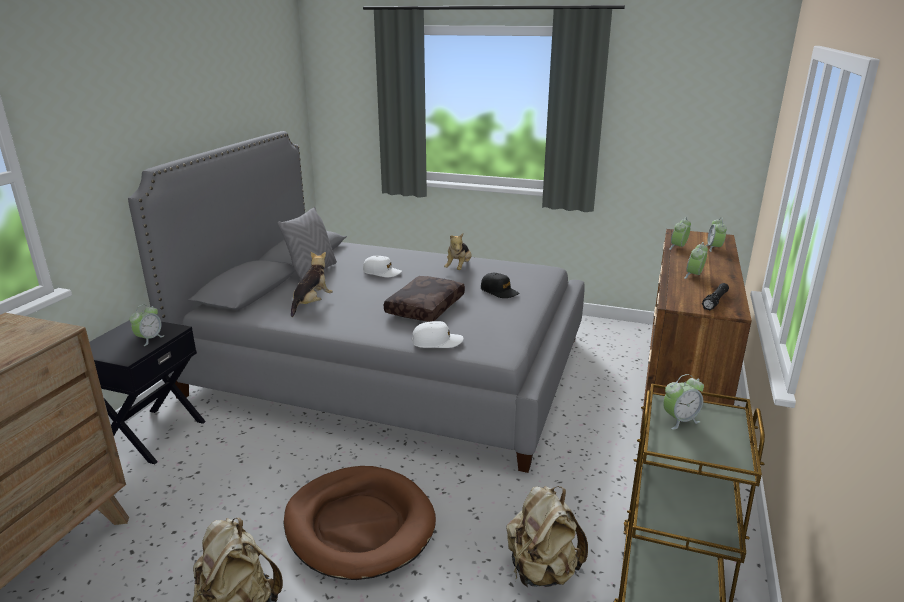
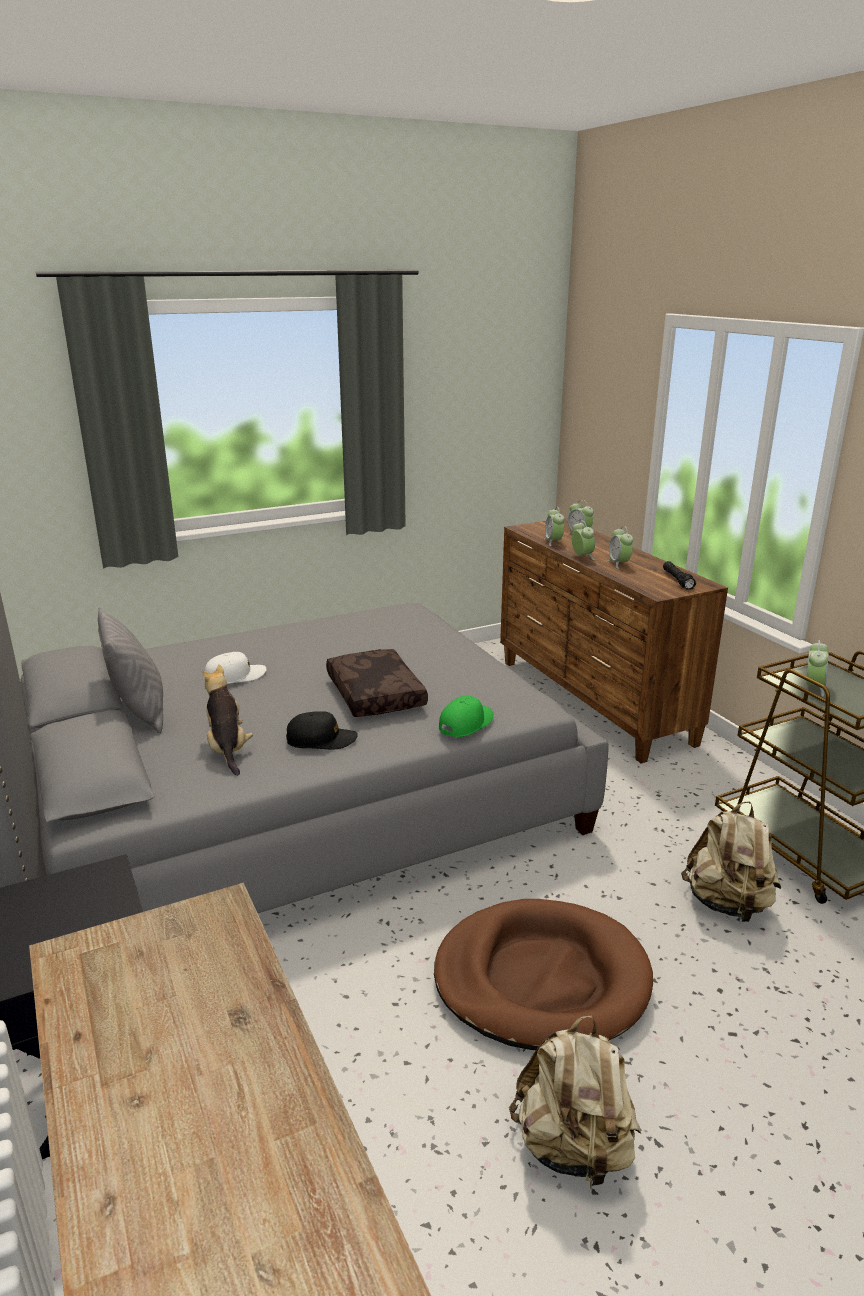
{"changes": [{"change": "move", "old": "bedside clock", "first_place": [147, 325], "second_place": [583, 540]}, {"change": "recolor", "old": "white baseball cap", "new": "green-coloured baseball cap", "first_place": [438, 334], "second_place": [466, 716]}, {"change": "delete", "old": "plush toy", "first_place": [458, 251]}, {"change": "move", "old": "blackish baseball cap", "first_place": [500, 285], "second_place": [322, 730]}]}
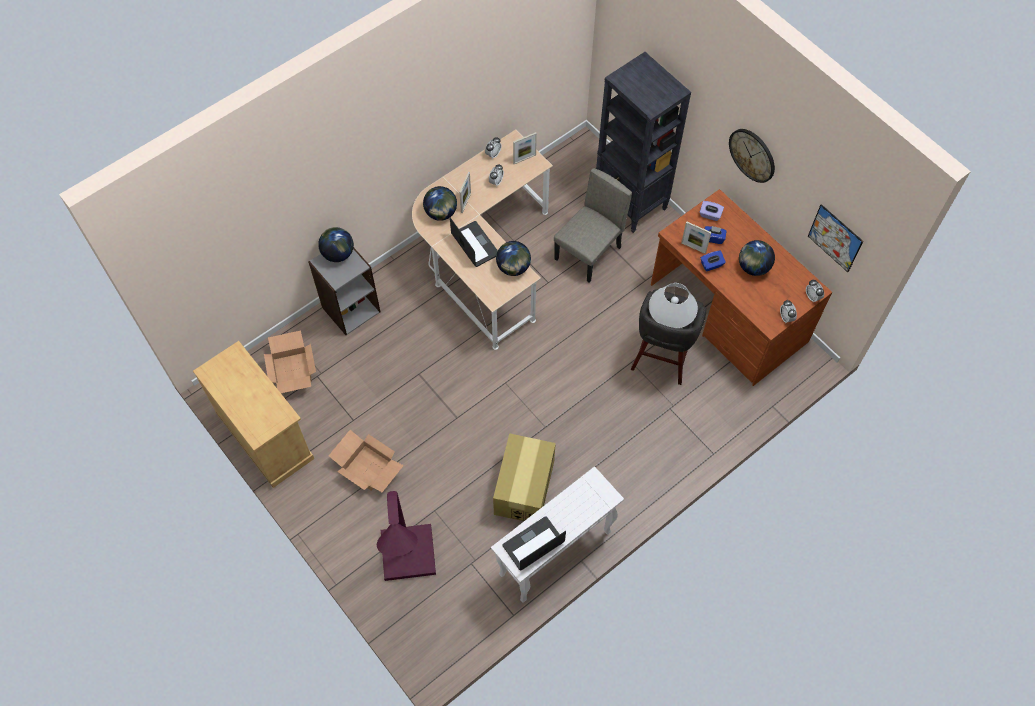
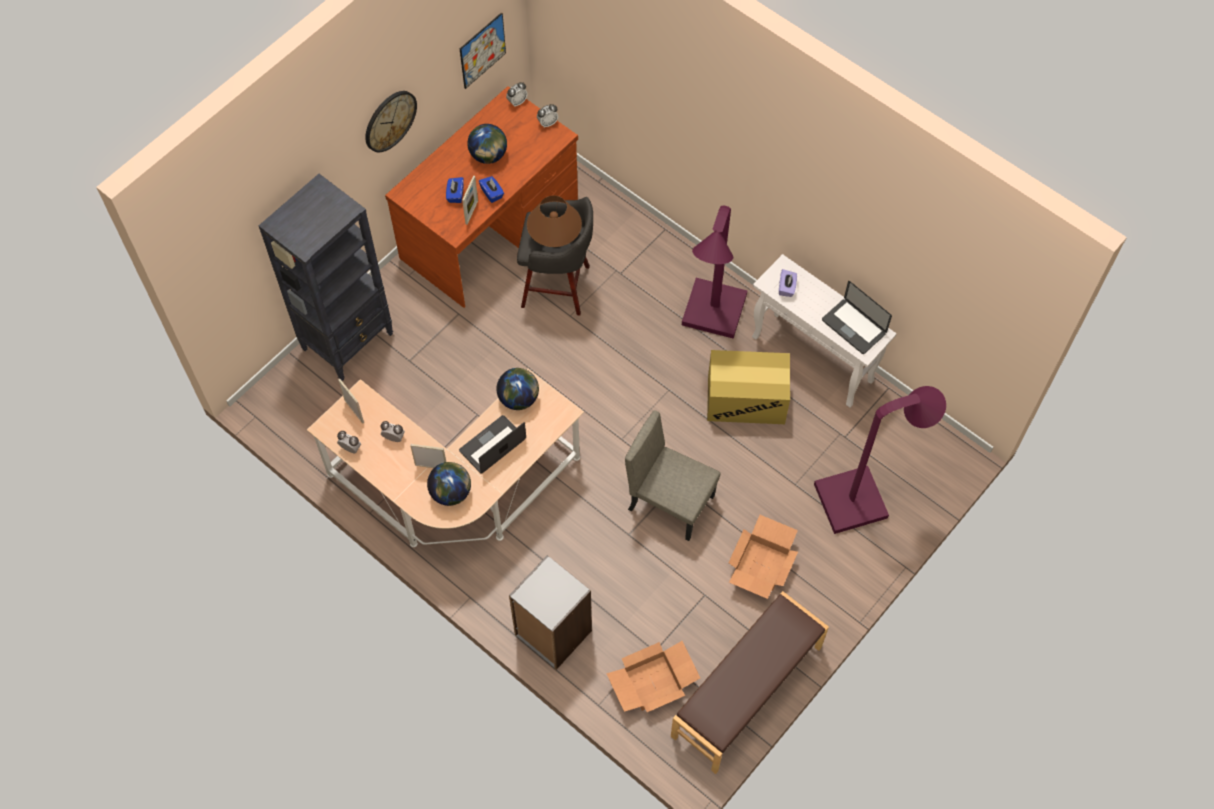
{"changes": [{"change": "replace", "old": "beige-coloured cabinet", "new": "brown long seat", "first_place": [253, 414], "second_place": [750, 682]}, {"change": "delete", "old": "globe", "first_place": [336, 244]}, {"change": "move", "old": "beige-coloured plain chair", "first_place": [593, 225], "second_place": [672, 475]}, {"change": "recolor", "old": "white table lamp", "new": "brown table lamp", "first_place": [673, 305], "second_place": [554, 221]}, {"change": "move", "old": "purple tissue holder", "first_place": [712, 211], "second_place": [788, 283]}, {"change": "insert", "new": "purple floor lamp", "second_place": [714, 272]}]}
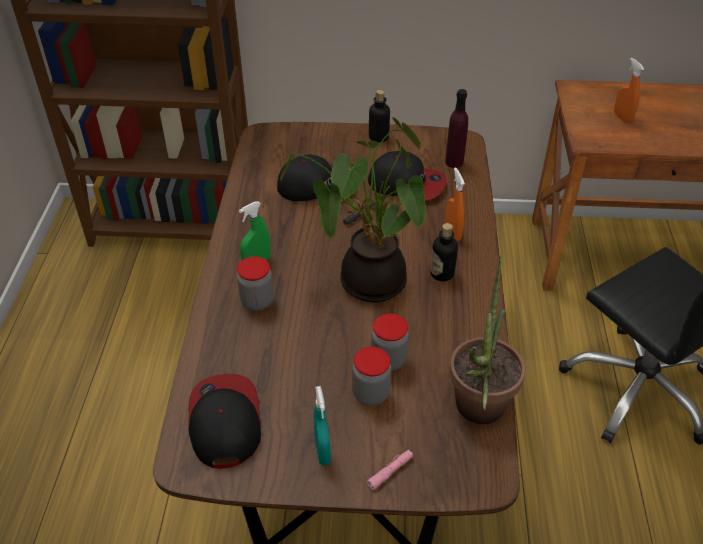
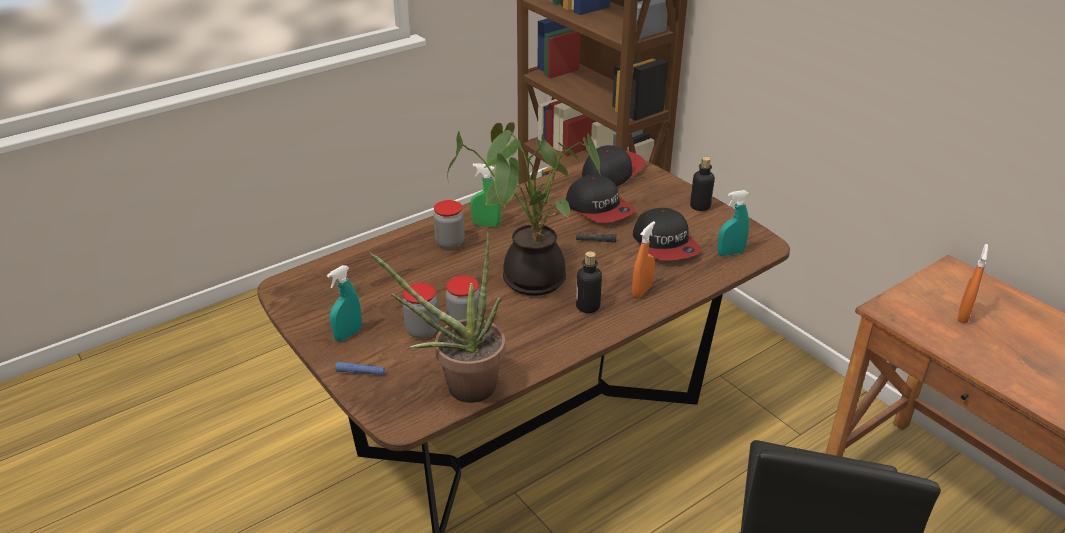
{"changes": [{"change": "move", "old": "baseball cap", "first_place": [225, 421], "second_place": [614, 165]}, {"change": "recolor", "old": "pink-coloured flashlight", "new": "bluish flashlight", "first_place": [390, 470], "second_place": [360, 368]}, {"change": "replace", "old": "purple drink bottle", "new": "turquoise-coloured spray bottle", "first_place": [456, 128], "second_place": [733, 223]}]}
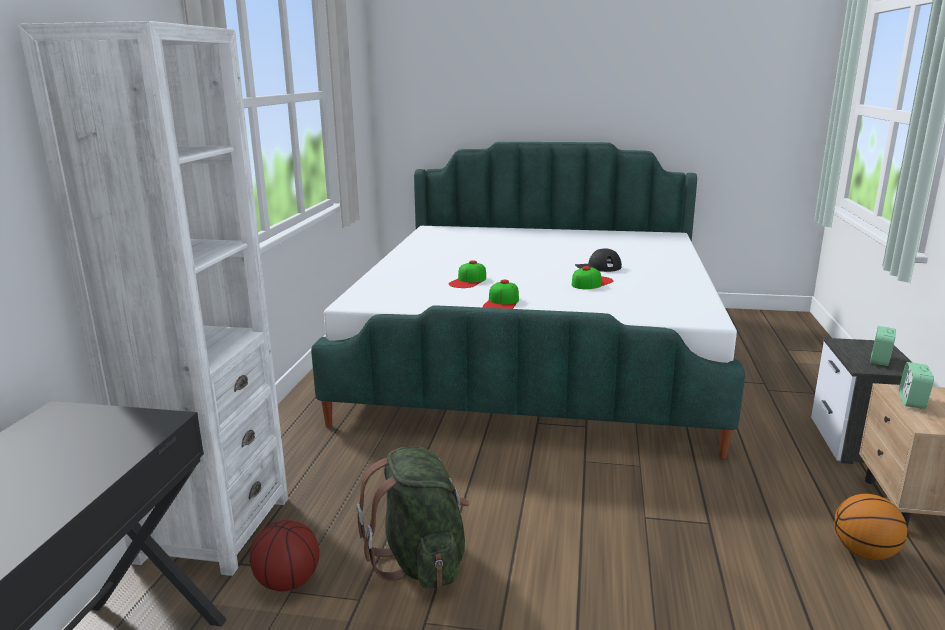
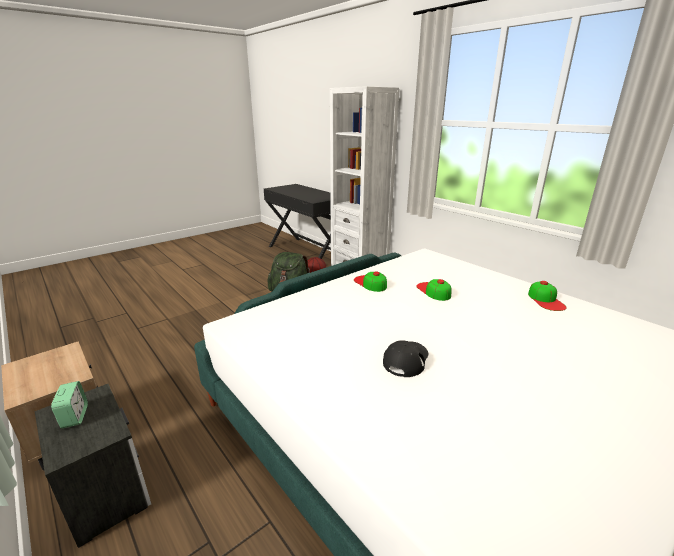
{"changes": [{"change": "move", "old": "baseball cap", "first_place": [592, 277], "second_place": [547, 296]}, {"change": "delete", "old": "basketball", "first_place": [870, 527]}, {"change": "delete", "old": "bedside clock", "first_place": [916, 385]}]}
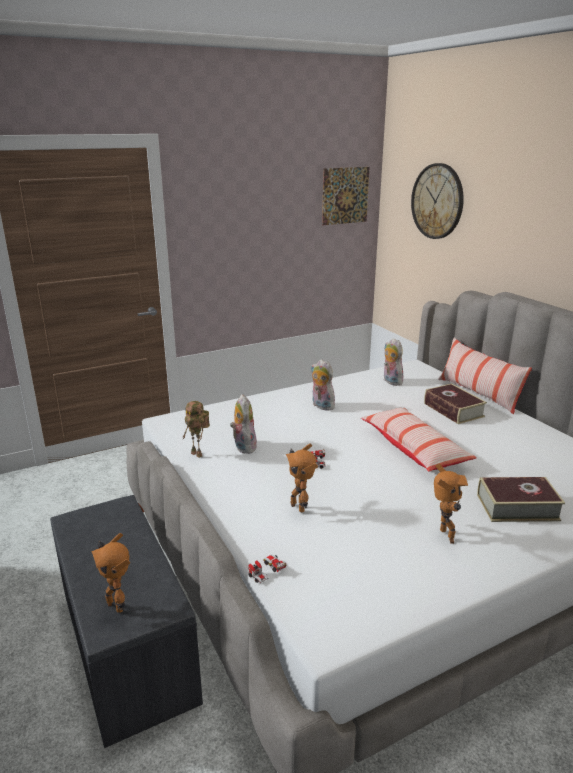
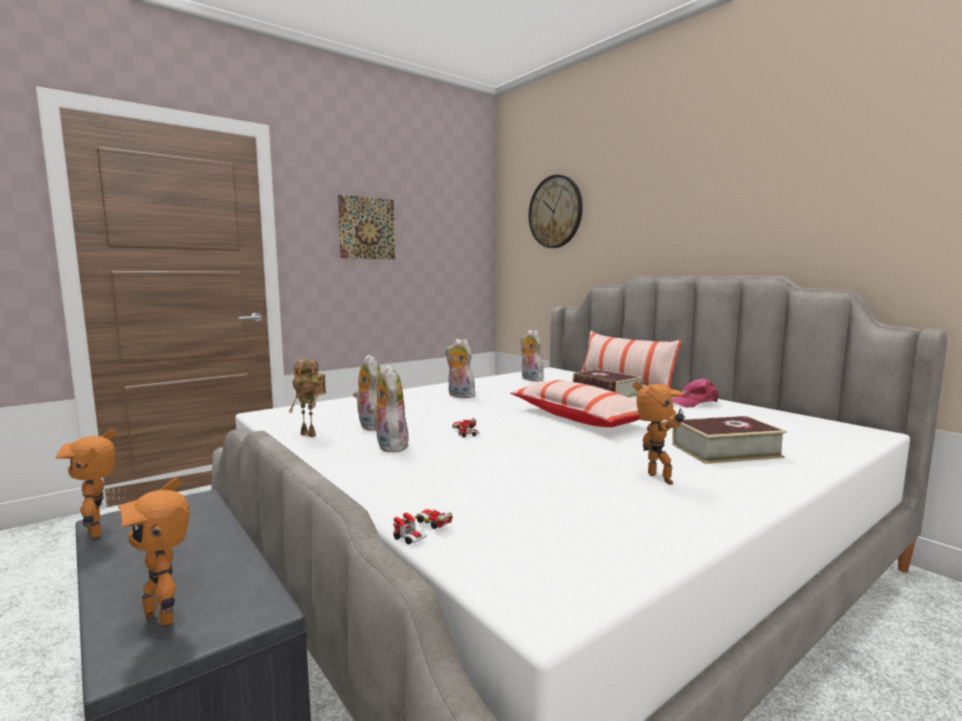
{"changes": [{"change": "move", "old": "model robot", "first_place": [302, 478], "second_place": [87, 484]}, {"change": "move", "old": "wall art", "first_place": [346, 196], "second_place": [366, 227]}, {"change": "insert", "new": "plush toy", "second_place": [390, 408]}, {"change": "insert", "new": "pink-coloured baseball cap", "second_place": [695, 393]}]}
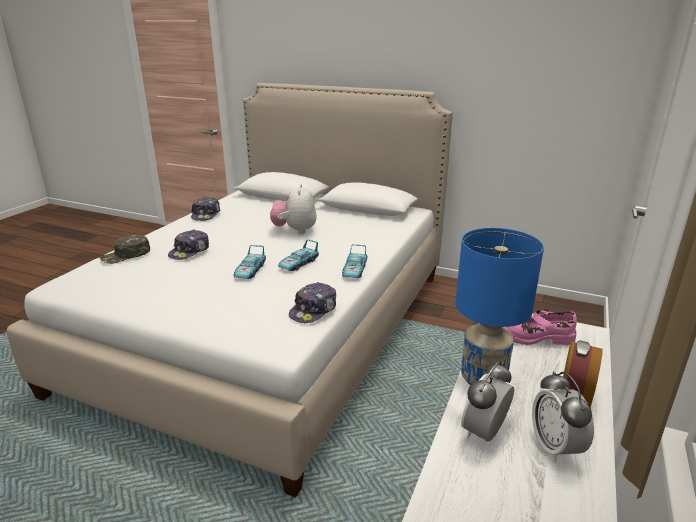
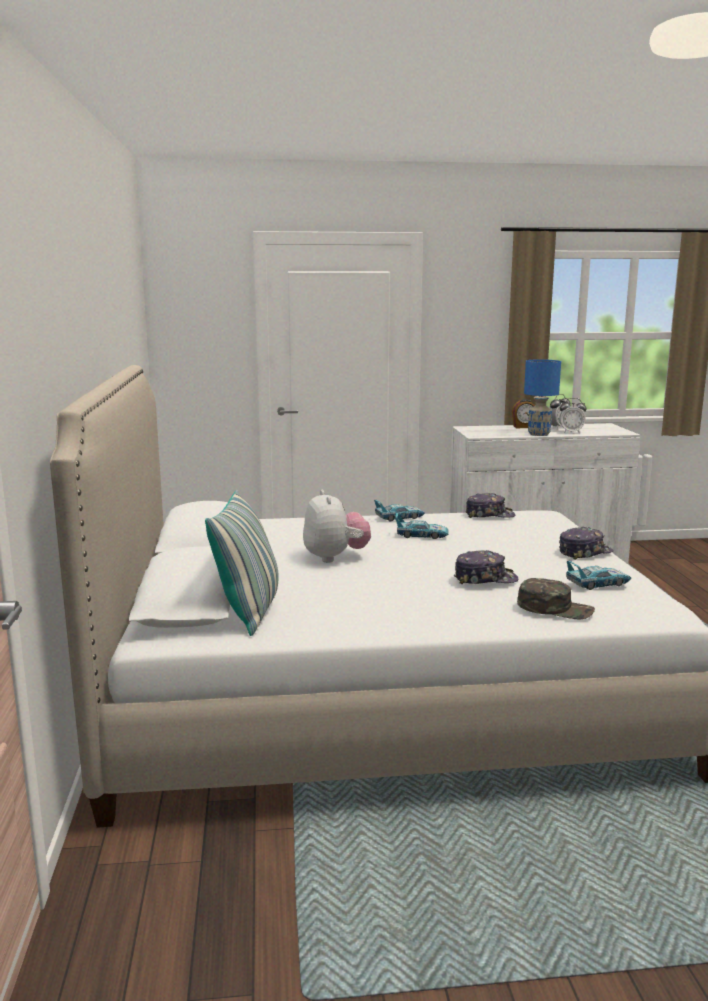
{"changes": [{"change": "move", "old": "baseball cap", "first_place": [206, 209], "second_place": [586, 543]}, {"change": "move", "old": "miniature car", "first_place": [250, 262], "second_place": [598, 575]}, {"change": "rotate", "old": "plush toy", "first_place": [293, 209], "second_place": [337, 526], "degrees": -75}, {"change": "delete", "old": "pink-coloured item of footwear", "first_place": [539, 327]}, {"change": "insert", "new": "throw pillow", "second_place": [242, 562]}]}
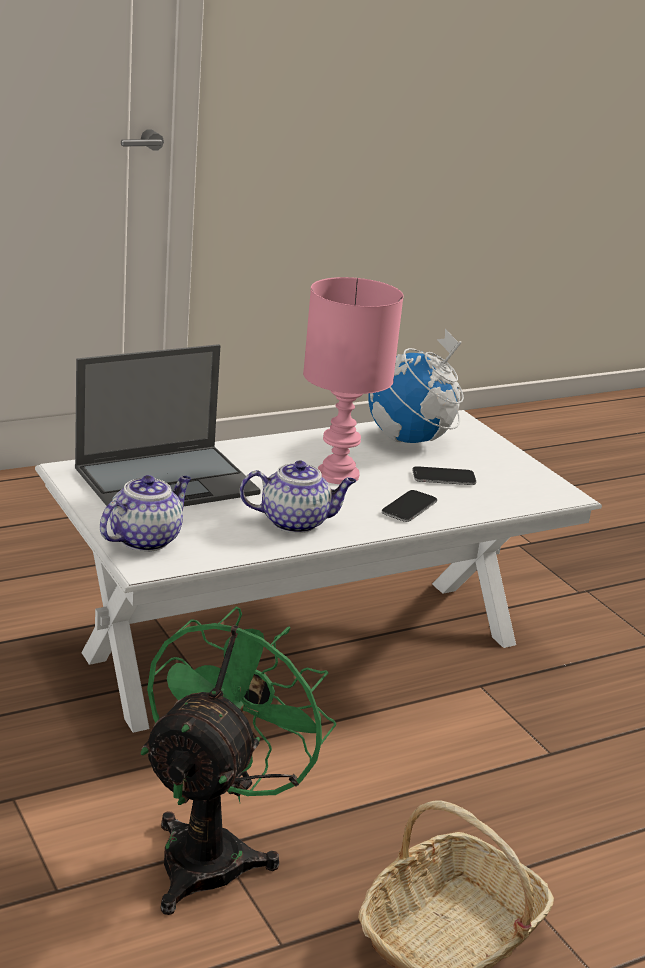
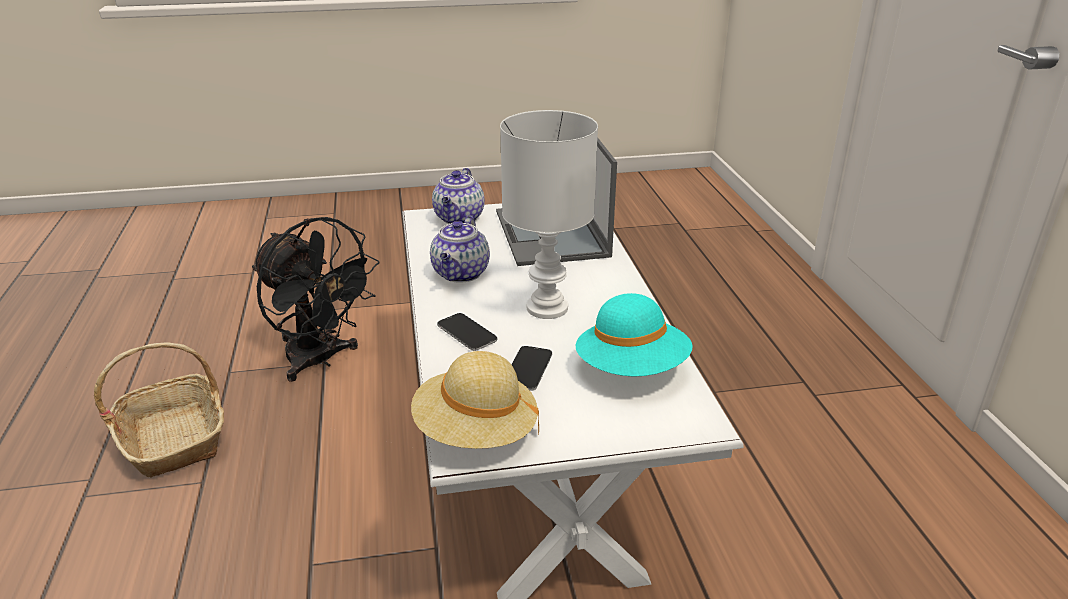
{"changes": [{"change": "rotate", "old": "teapot", "first_place": [145, 513], "second_place": [458, 196], "degrees": 45}, {"change": "recolor", "old": "green-coloured electric fan", "new": "blackish electric fan", "first_place": [239, 760], "second_place": [315, 299]}, {"change": "recolor", "old": "pink-coloured table lamp", "new": "white table lamp", "first_place": [353, 380], "second_place": [549, 214]}, {"change": "replace", "old": "globe", "new": "turquoise-coloured wearable hat", "first_place": [416, 386], "second_place": [634, 335]}, {"change": "insert", "new": "beige-coloured wearable hat", "second_place": [475, 400]}]}
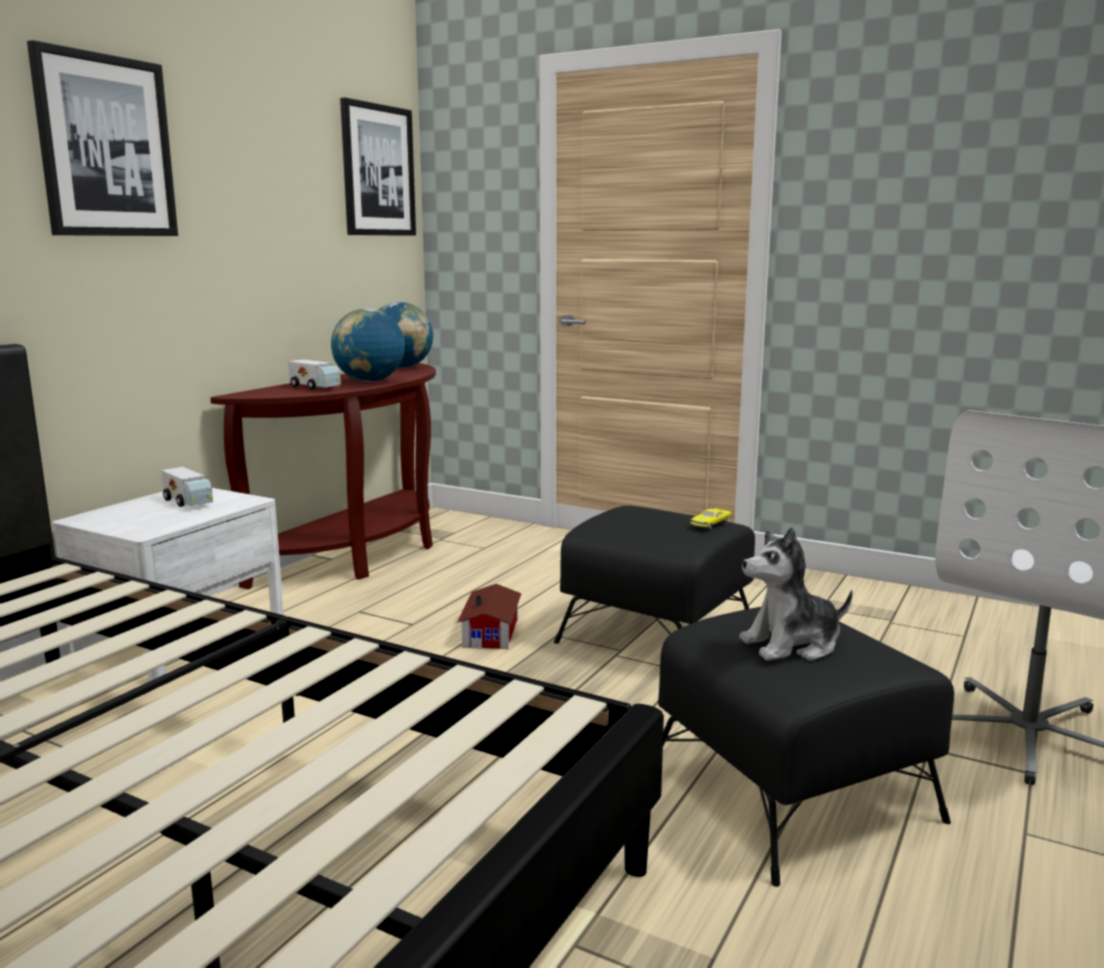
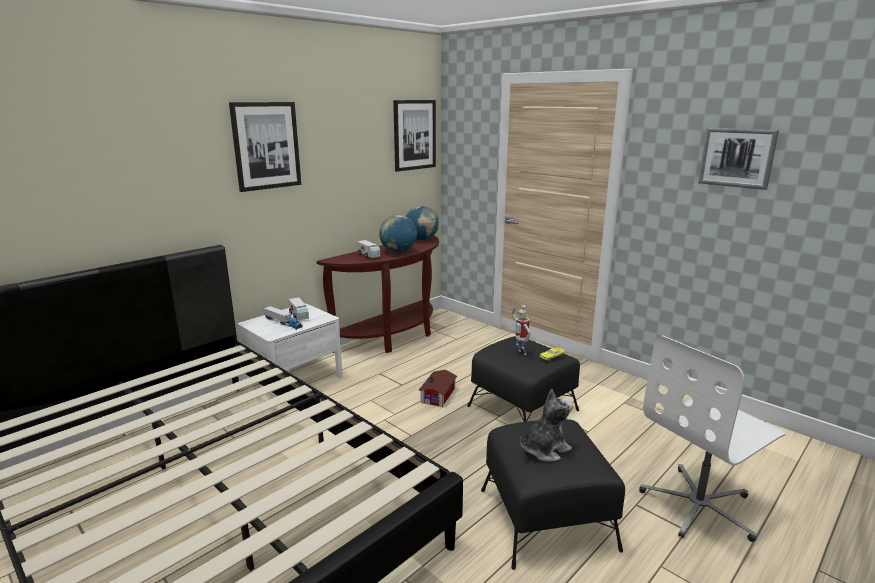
{"changes": [{"change": "rotate", "old": "plush toy", "first_place": [796, 594], "second_place": [546, 425], "degrees": 150}, {"change": "insert", "new": "toy lorry", "second_place": [283, 318]}, {"change": "insert", "new": "model robot", "second_place": [521, 330]}, {"change": "insert", "new": "wall art", "second_place": [738, 159]}]}
